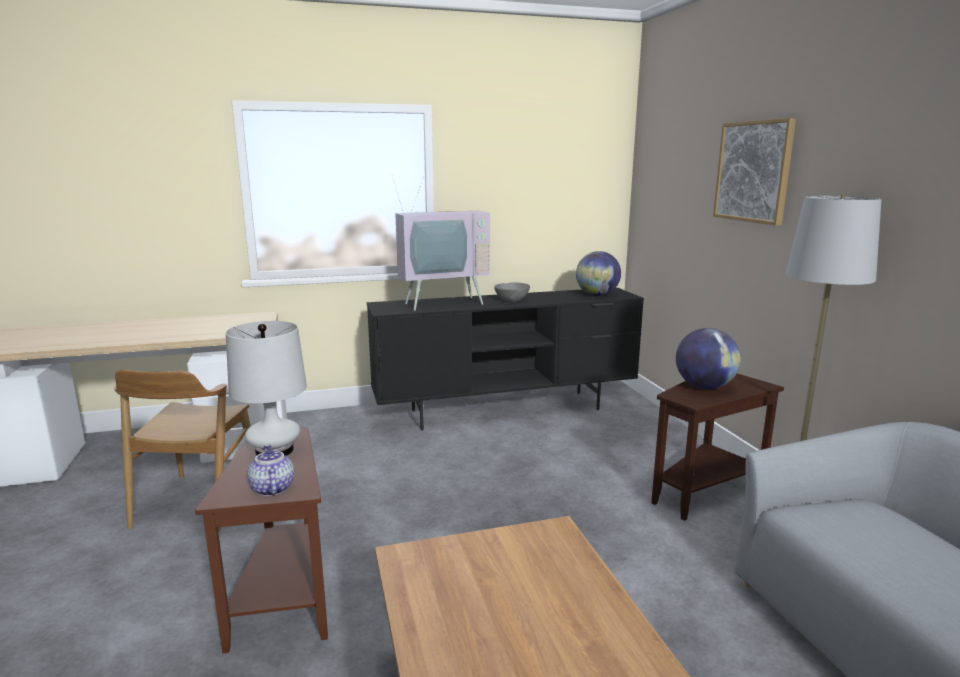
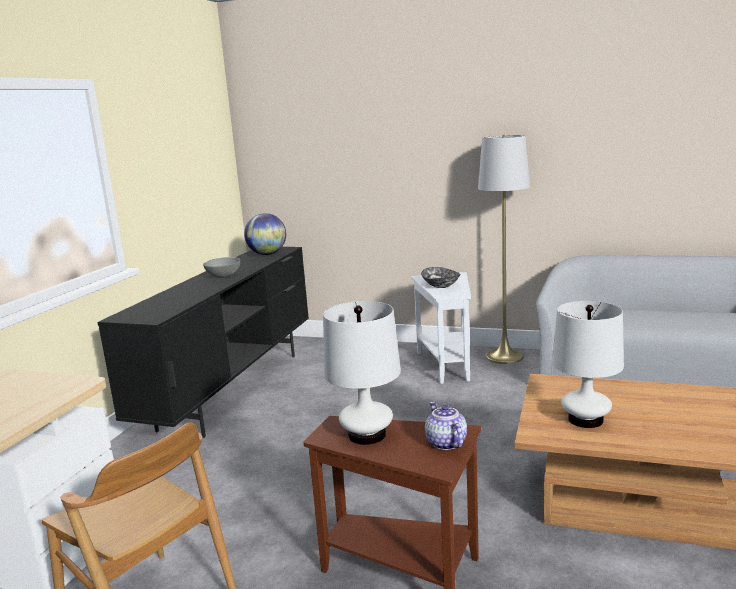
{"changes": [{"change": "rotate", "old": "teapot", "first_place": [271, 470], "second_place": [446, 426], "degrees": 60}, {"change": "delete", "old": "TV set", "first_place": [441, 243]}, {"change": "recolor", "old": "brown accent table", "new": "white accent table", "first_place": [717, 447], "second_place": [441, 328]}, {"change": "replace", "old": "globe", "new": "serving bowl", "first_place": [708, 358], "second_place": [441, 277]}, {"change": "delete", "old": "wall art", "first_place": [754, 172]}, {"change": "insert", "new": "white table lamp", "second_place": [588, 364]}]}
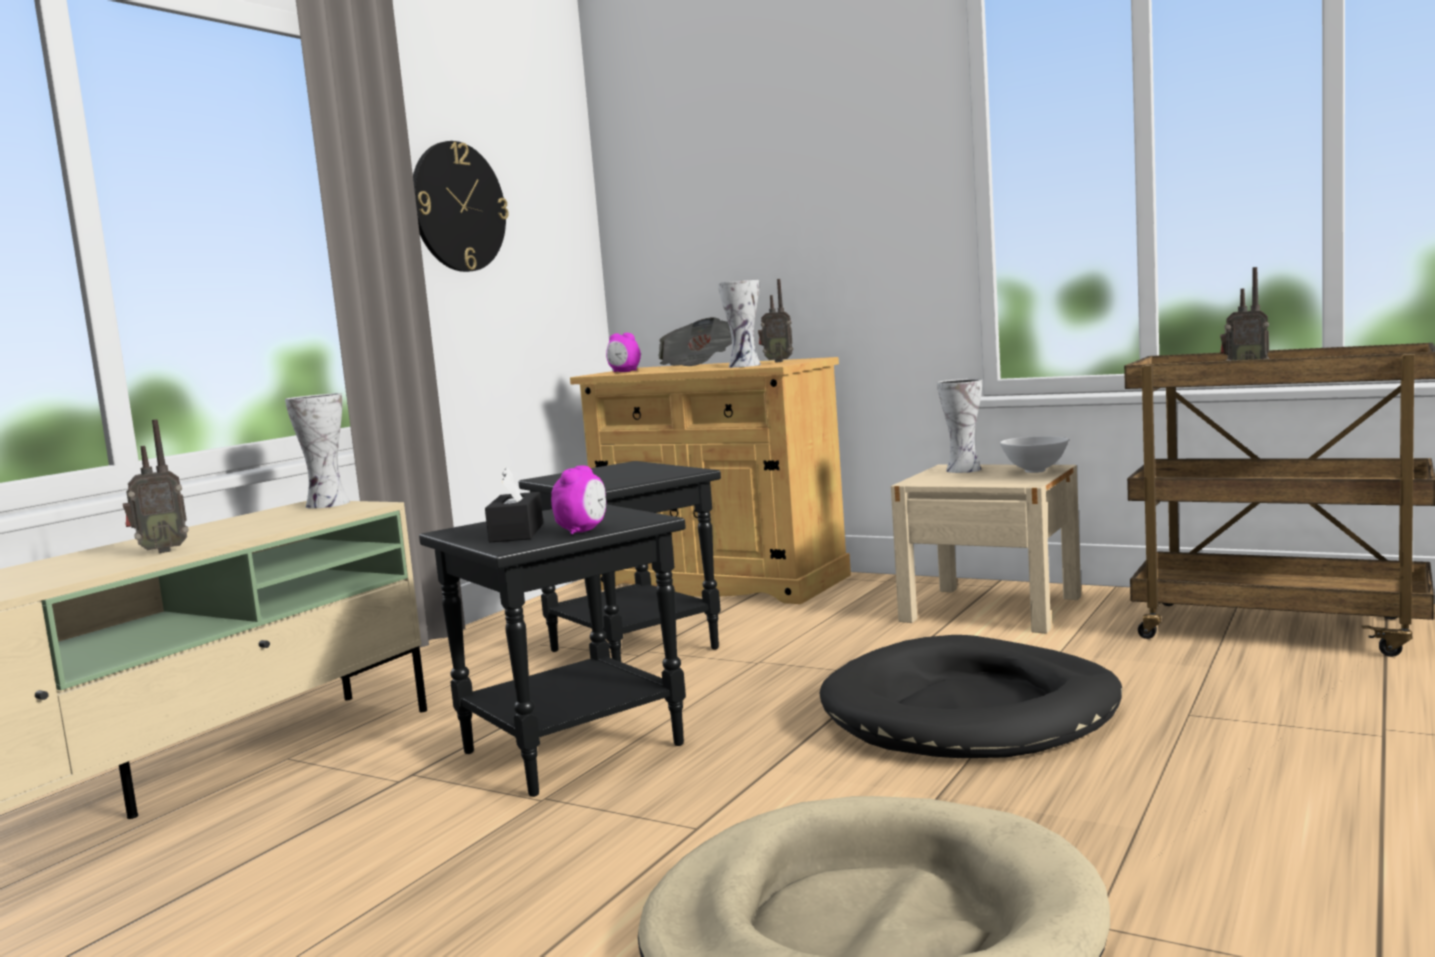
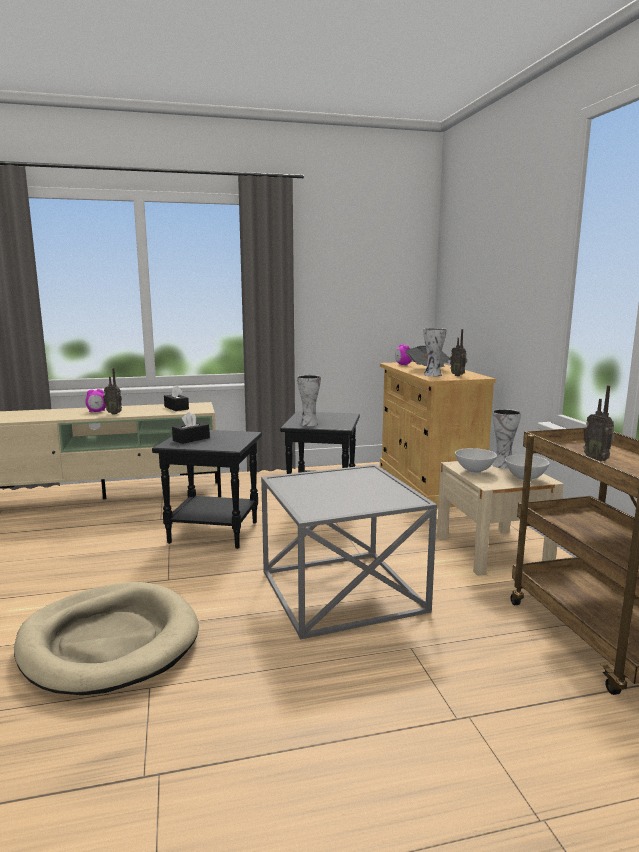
{"changes": [{"change": "move", "old": "decorative vase", "first_place": [317, 451], "second_place": [309, 400]}, {"change": "delete", "old": "wall clock", "first_place": [461, 206]}, {"change": "move", "old": "bedside clock", "first_place": [578, 500], "second_place": [95, 400]}, {"change": "replace", "old": "blackish pet bed", "new": "greyish accent table", "first_place": [970, 696], "second_place": [349, 551]}, {"change": "insert", "new": "blackish tissue holder", "second_place": [176, 398]}, {"change": "insert", "new": "white serving bowl", "second_place": [476, 461]}]}
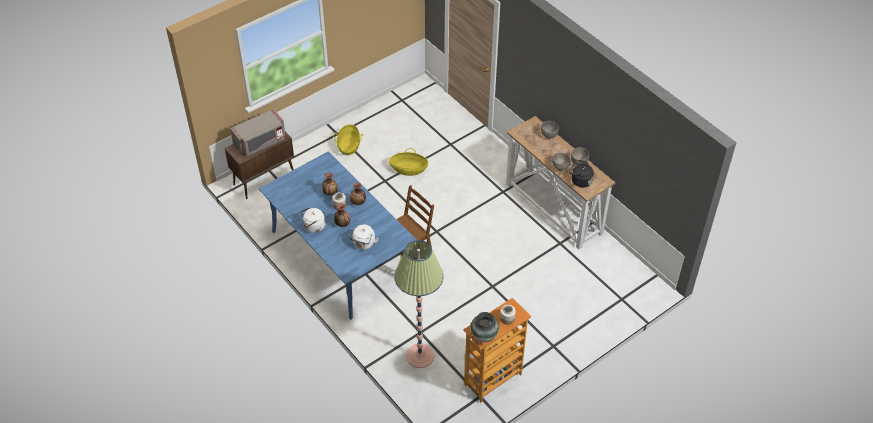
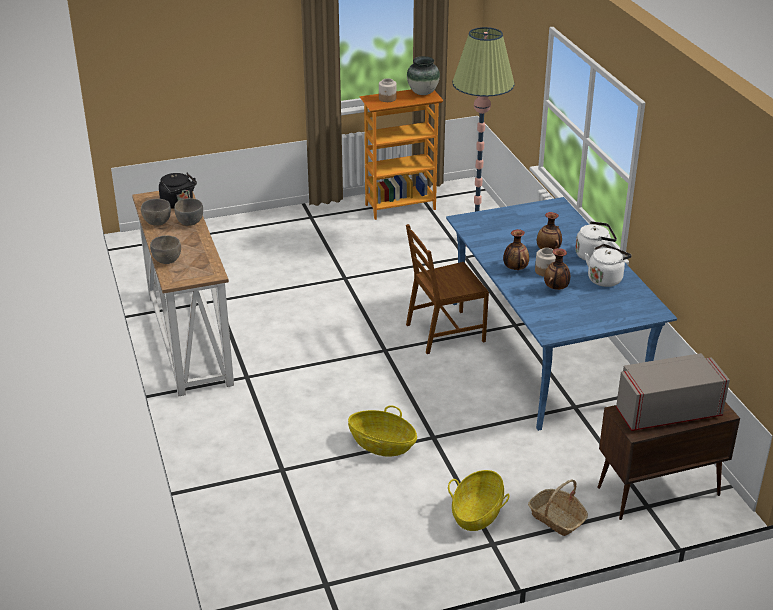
{"changes": [{"change": "move", "old": "white tea kettle", "first_place": [364, 237], "second_place": [608, 265]}, {"change": "insert", "new": "household basket", "second_place": [558, 507]}]}
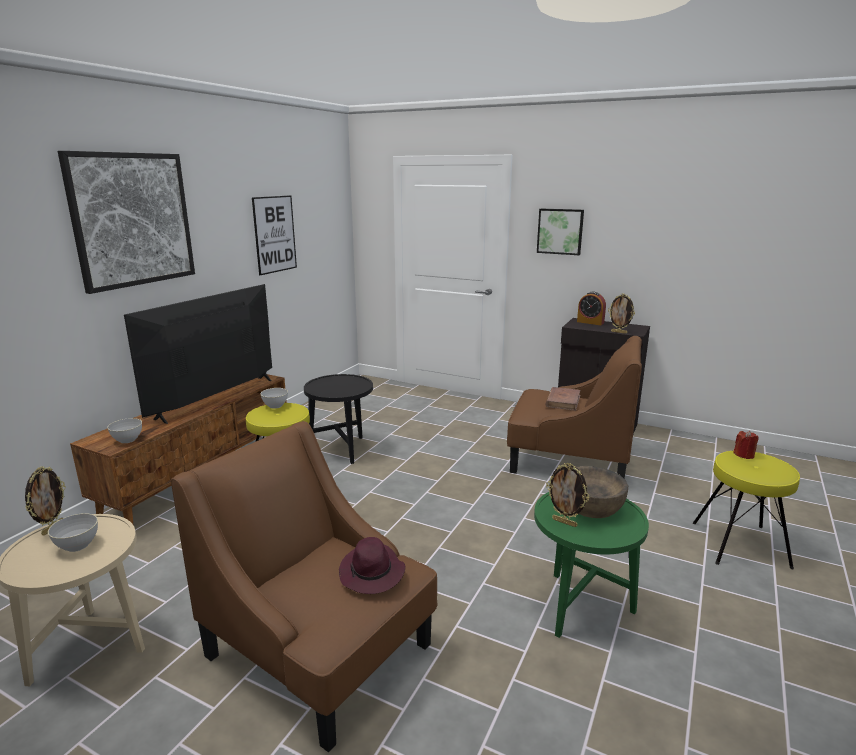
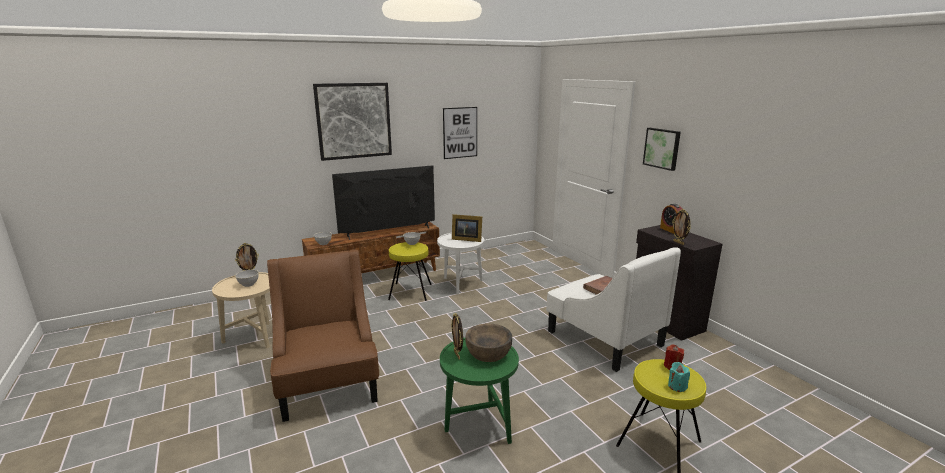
{"changes": [{"change": "recolor", "old": "blackish accent table", "new": "white accent table", "first_place": [338, 419], "second_place": [460, 263]}, {"change": "delete", "old": "purple wearable hat", "first_place": [372, 565]}, {"change": "recolor", "old": "brown armchair", "new": "white armchair", "first_place": [574, 407], "second_place": [613, 309]}, {"change": "insert", "new": "picture frame", "second_place": [467, 228]}, {"change": "insert", "new": "turquoise-coloured wax light", "second_place": [679, 377]}]}
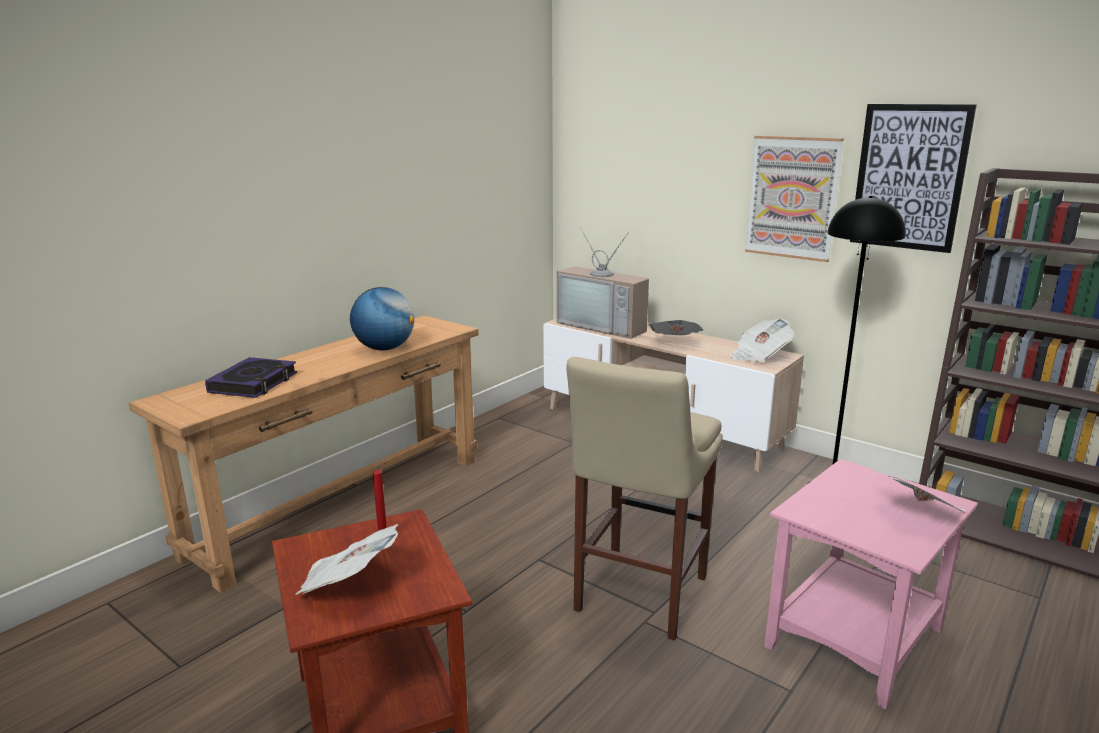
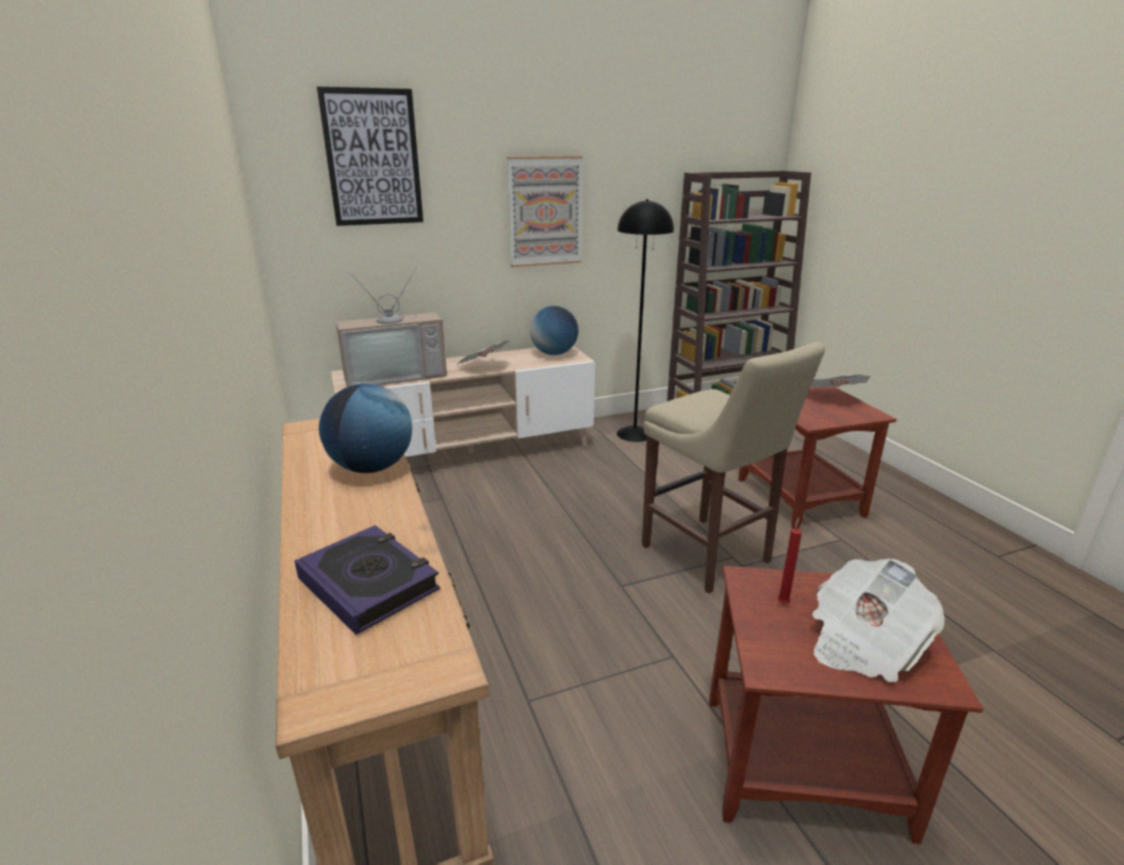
{"changes": [{"change": "replace", "old": "printed paper", "new": "globe", "first_place": [762, 340], "second_place": [554, 330]}, {"change": "recolor", "old": "pink-coloured accent table", "new": "brown accent table", "first_place": [871, 584], "second_place": [817, 458]}, {"change": "move", "old": "wall art", "first_place": [913, 178], "second_place": [370, 156]}]}
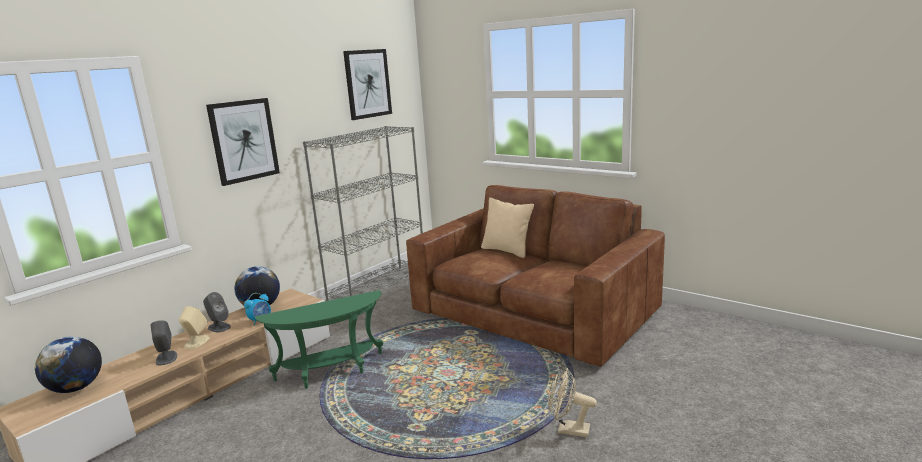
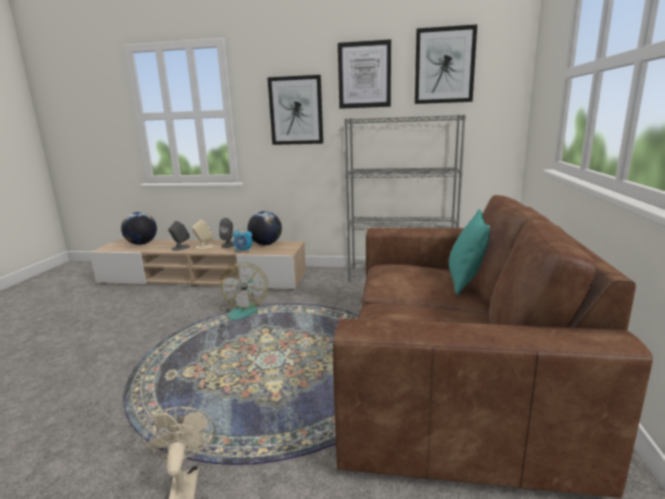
{"changes": [{"change": "replace", "old": "green-coloured accent table", "new": "electric fan", "first_place": [319, 339], "second_place": [243, 291]}, {"change": "recolor", "old": "beige-coloured throw pillow", "new": "turquoise-coloured throw pillow", "first_place": [507, 228], "second_place": [469, 252]}, {"change": "insert", "new": "wall art", "second_place": [364, 74]}]}
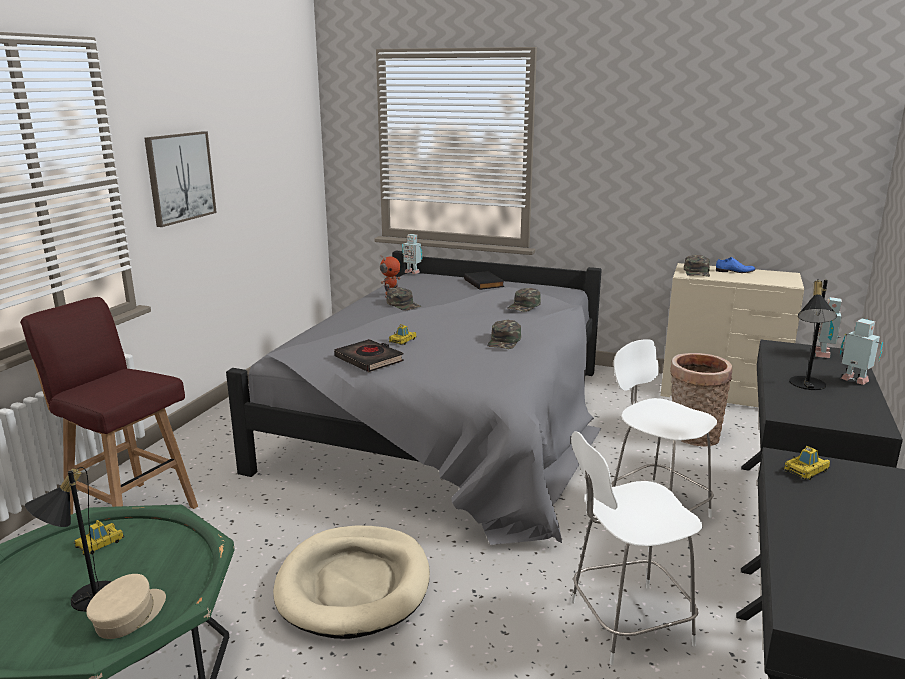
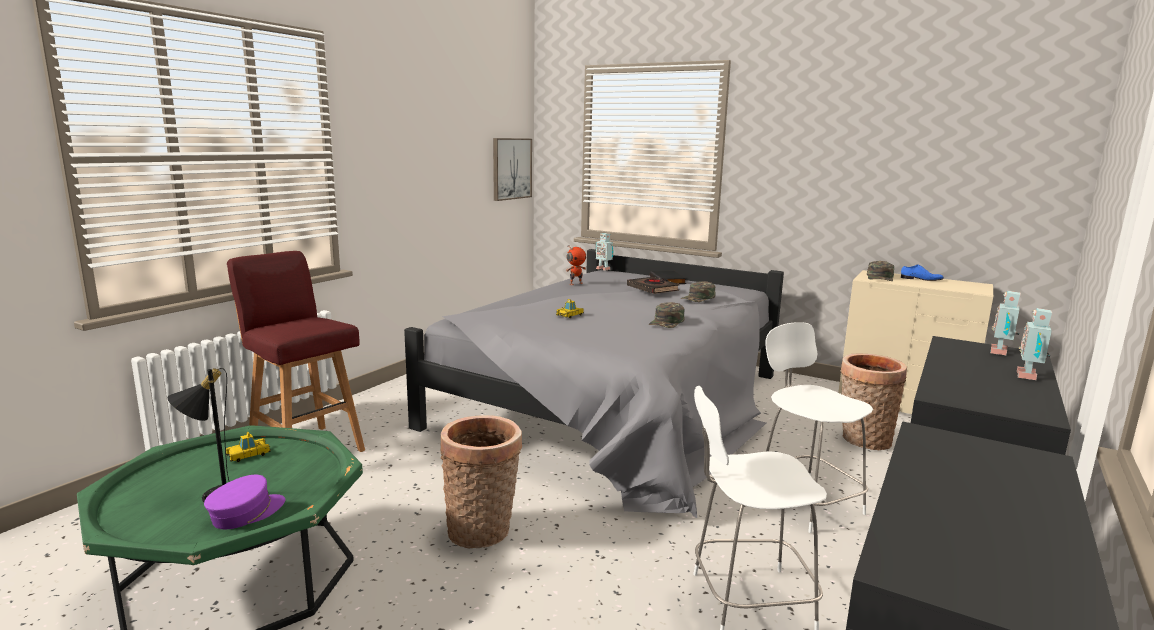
{"changes": [{"change": "recolor", "old": "beige-coloured baseball cap", "new": "purple baseball cap", "first_place": [126, 606], "second_place": [245, 502]}, {"change": "move", "old": "wall art", "first_place": [180, 179], "second_place": [512, 169]}, {"change": "replace", "old": "beige-coloured pet bed", "new": "household basket", "first_place": [351, 582], "second_place": [481, 481]}, {"change": "move", "old": "blackish bound book", "first_place": [369, 355], "second_place": [653, 285]}, {"change": "delete", "old": "green-coloured baseball cap", "first_place": [404, 298]}, {"change": "delete", "old": "miniature car", "first_place": [806, 463]}, {"change": "delete", "old": "blackish table lamp", "first_place": [813, 334]}, {"change": "rotate", "old": "model robot", "first_place": [861, 352], "second_place": [1034, 344], "degrees": -120}]}
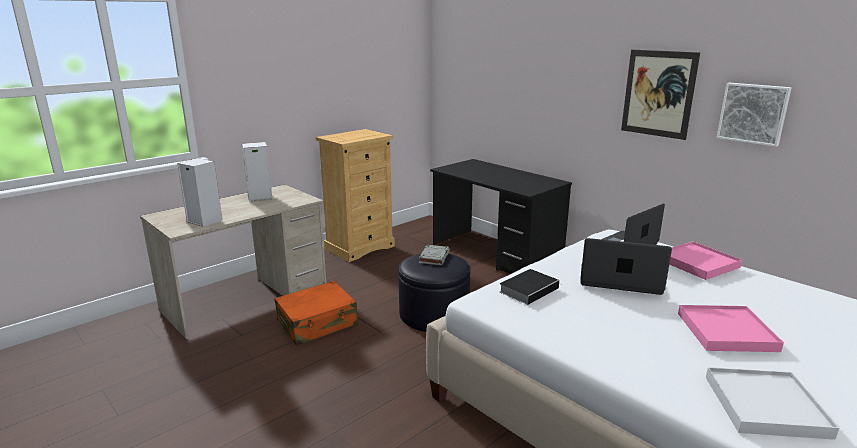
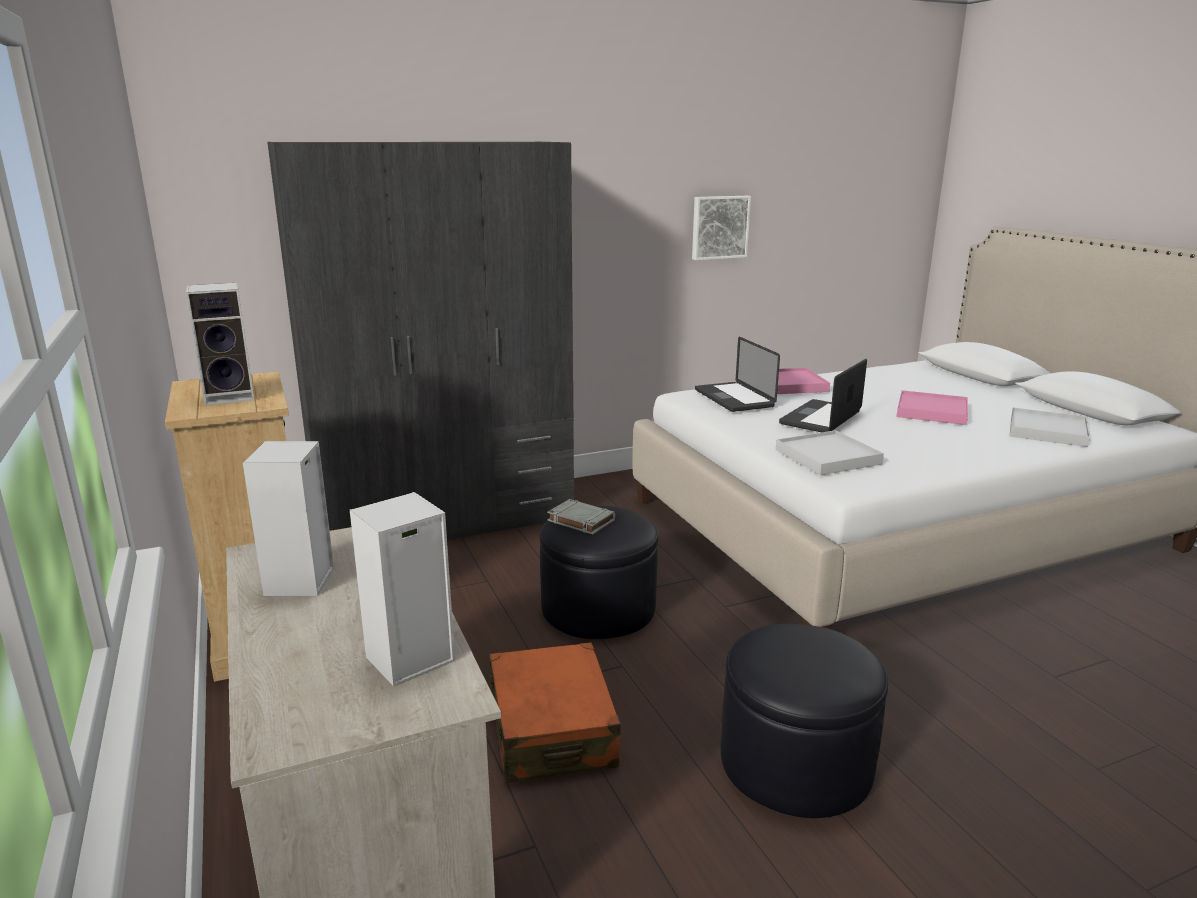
{"changes": [{"change": "replace", "old": "blackish desk", "new": "greyish clothes cupboard", "first_place": [501, 216], "second_place": [420, 340]}, {"change": "replace", "old": "bound book", "new": "white serving tray", "first_place": [531, 287], "second_place": [830, 452]}, {"change": "delete", "old": "wall art", "first_place": [660, 95]}, {"change": "insert", "new": "audio speaker", "second_place": [220, 344]}, {"change": "insert", "new": "blackish ottoman", "second_place": [804, 721]}]}
